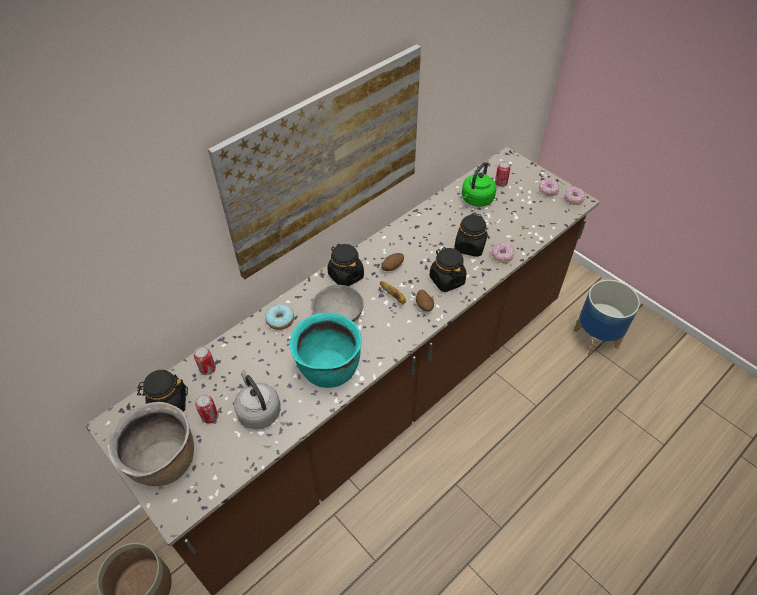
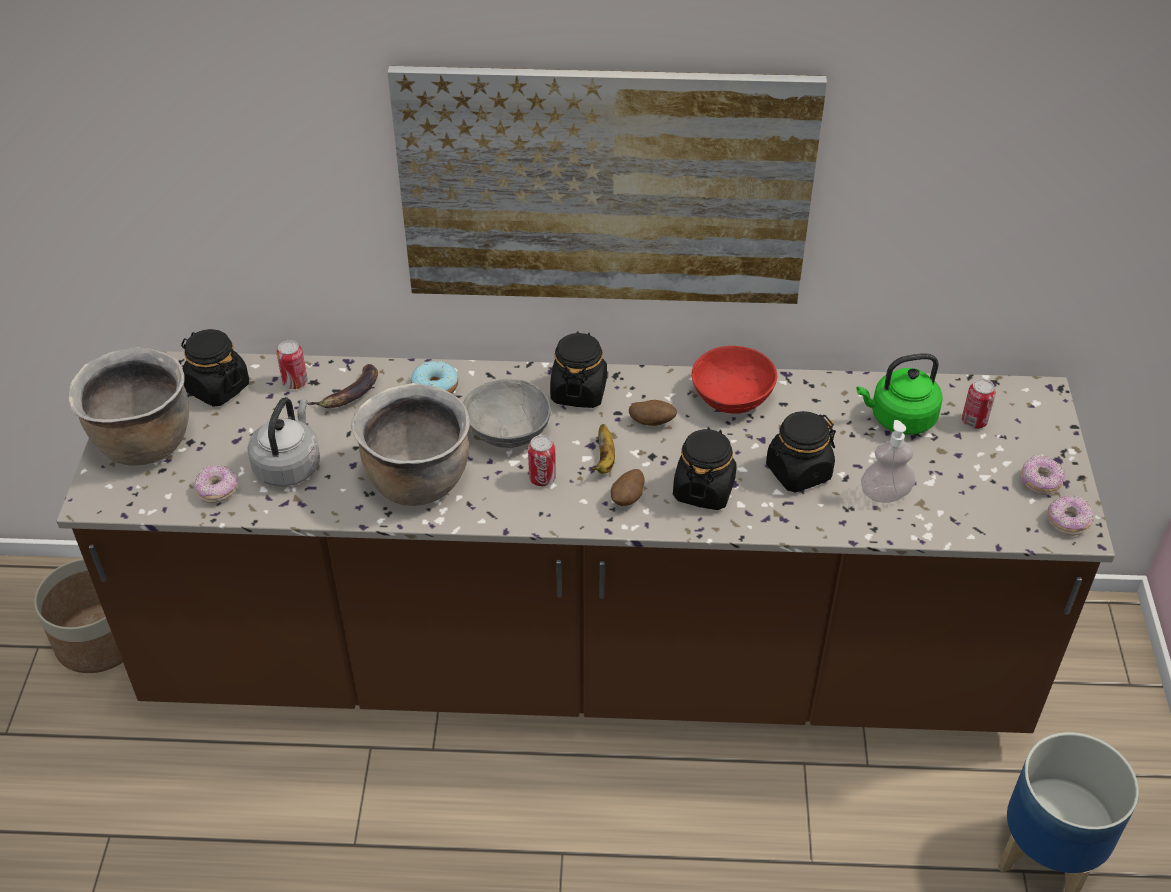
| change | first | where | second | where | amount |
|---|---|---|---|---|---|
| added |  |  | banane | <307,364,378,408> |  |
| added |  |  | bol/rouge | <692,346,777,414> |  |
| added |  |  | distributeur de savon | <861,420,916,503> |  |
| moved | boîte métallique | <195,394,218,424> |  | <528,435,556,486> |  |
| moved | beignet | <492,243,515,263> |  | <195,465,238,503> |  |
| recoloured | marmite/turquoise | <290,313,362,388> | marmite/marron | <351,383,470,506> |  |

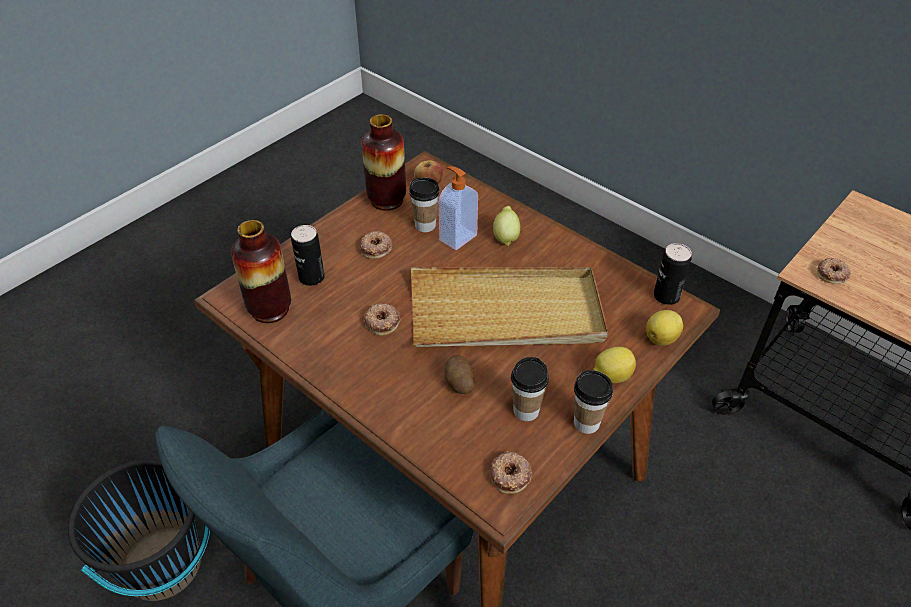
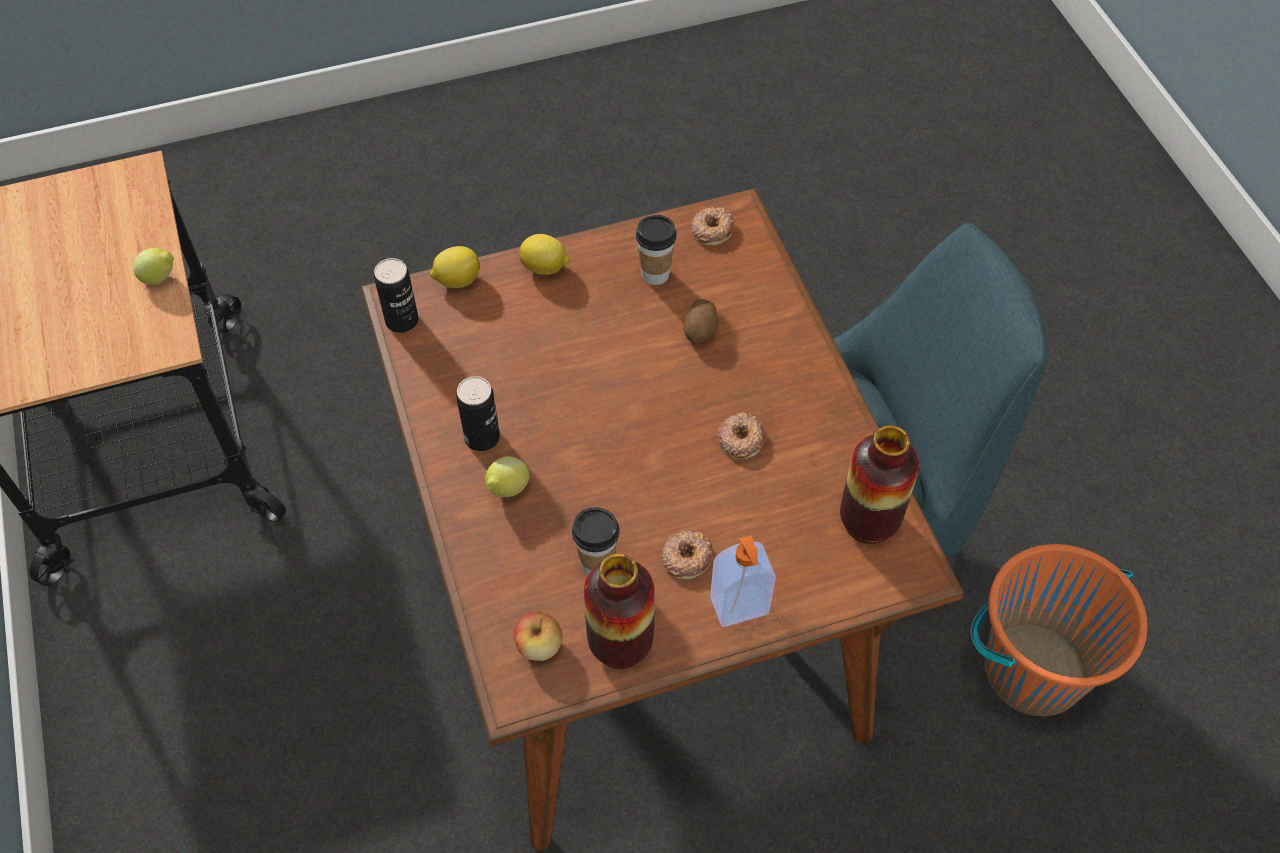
| change | first | where | second | where | amount |
|---|---|---|---|---|---|
| removed | plateau/beige | <411,267,608,347> |  |  |  |
| removed | tasse | <574,370,613,434> |  |  |  |
| removed | beignet | <817,258,851,284> |  |  |  |
| added |  |  | citron | <133,248,174,285> |  |
| moved | boîte métallique | <291,225,325,286> |  | <456,376,500,451> |  |
| moved | distributeur de savon | <439,166,478,250> |  | <710,535,776,627> |  |
| recoloured | seau/noir | <68,460,210,601> | seau/orange | <971,544,1148,716> |  |

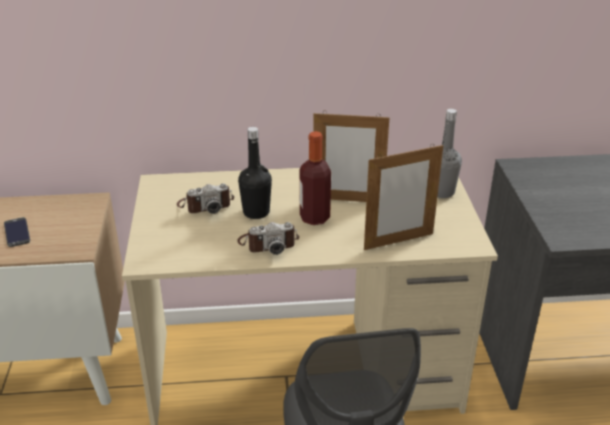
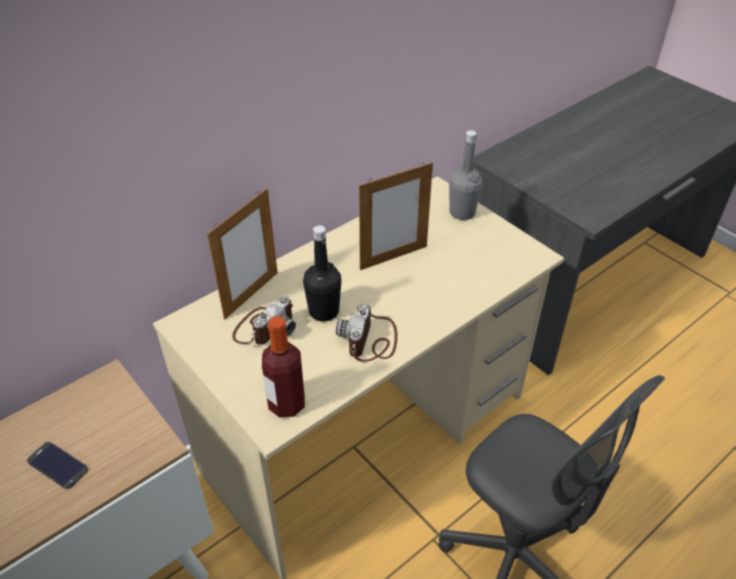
| change | first | where | second | where | amount |
|---|---|---|---|---|---|
| moved | bouteille | <300,131,331,225> |  | <262,316,305,418> |  |
| moved | cadre photo | <364,145,443,250> |  | <207,188,278,319> |  |
| turned | appareil photo | <237,222,299,255> |  | <336,303,398,362> | 150 degrees clockwise |

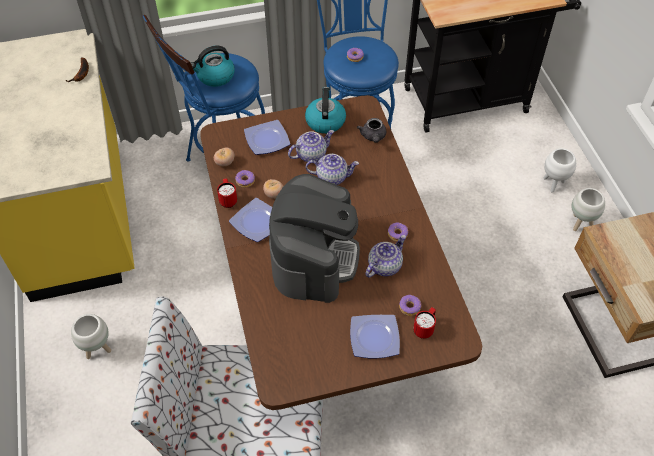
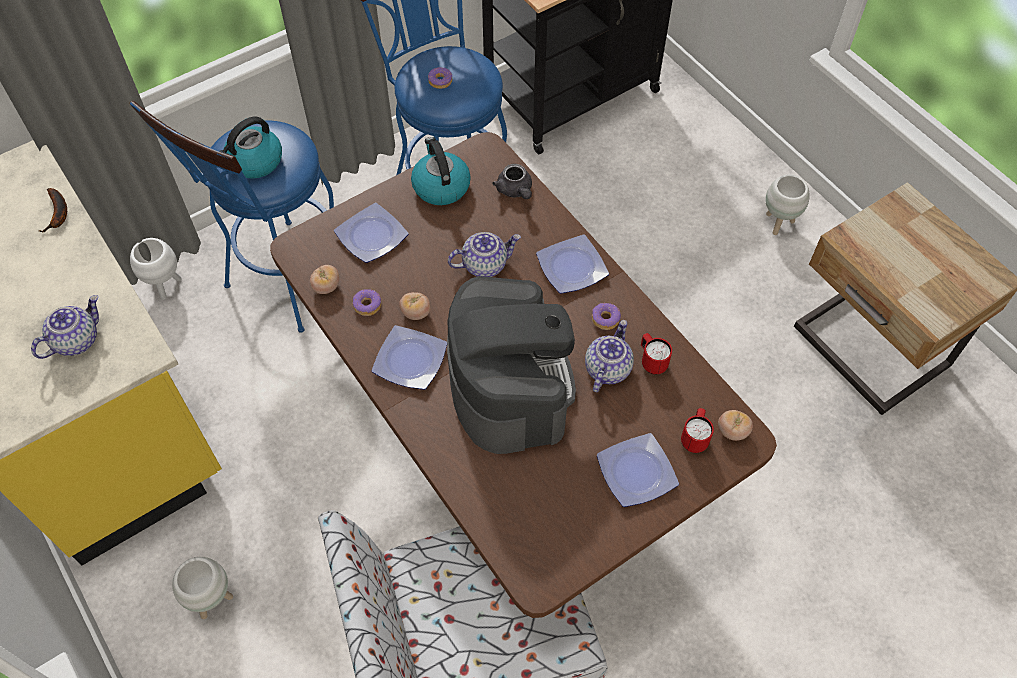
| change | first | where | second | where | amount |
|---|---|---|---|---|---|
| removed | beignet | <399,295,421,316> |  |  |  |
| added |  |  | assiette | <536,234,609,294> |  |
| added |  |  | tomate | <718,410,753,441> |  |
| moved | mug/rouge | <217,178,237,208> |  | <641,333,672,375> |  |
| moved | théière | <288,130,334,162> |  | <31,295,99,359> |  |
| moved | cache-pot/blanc | <544,148,576,193> |  | <130,238,181,300> |  |

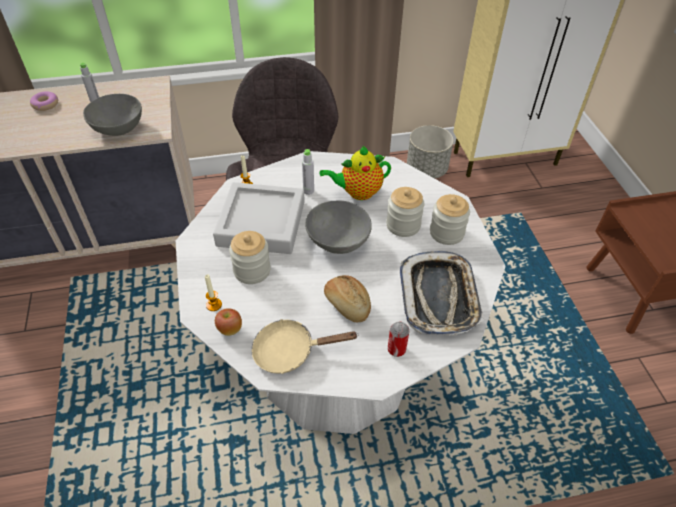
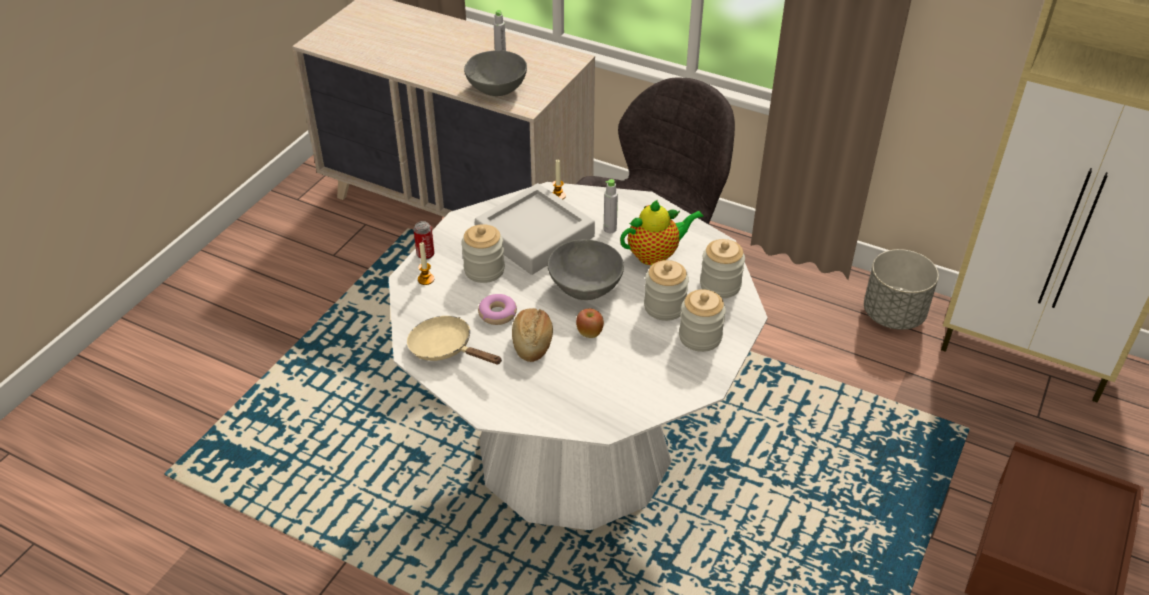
| change | first | where | second | where | amount |
|---|---|---|---|---|---|
| removed | plateau | <400,251,484,336> |  |  |  |
| added |  |  | bocal | <700,239,745,298> |  |
| moved | beignet | <30,91,58,111> |  | <478,294,517,325> |  |
| moved | pomme | <215,308,242,336> |  | <576,308,604,338> |  |
| moved | boîte métallique | <388,322,409,357> |  | <413,221,435,260> |  |
| turned | théière | <320,146,391,200> |  | <620,200,704,265> | 135 degrees clockwise |

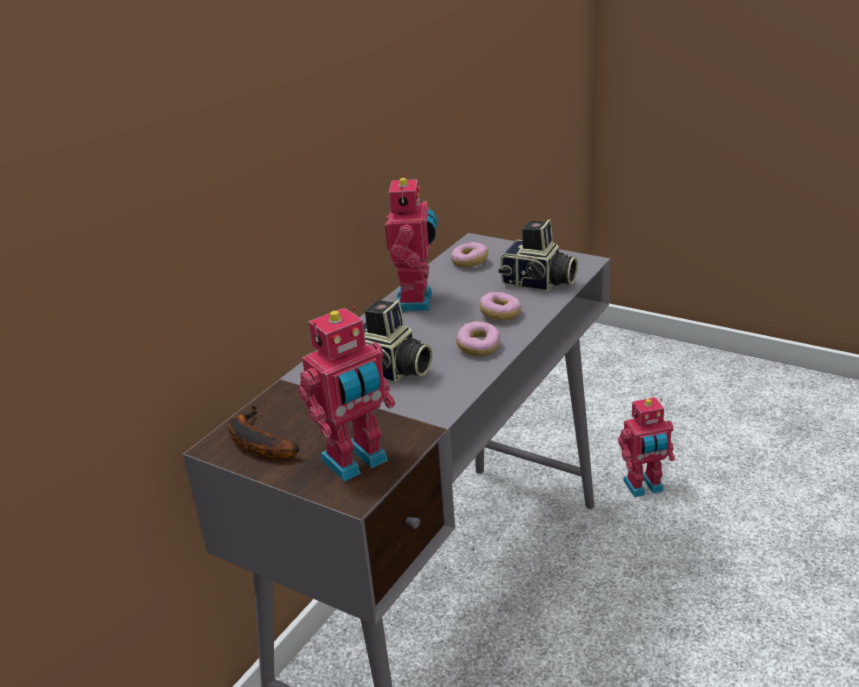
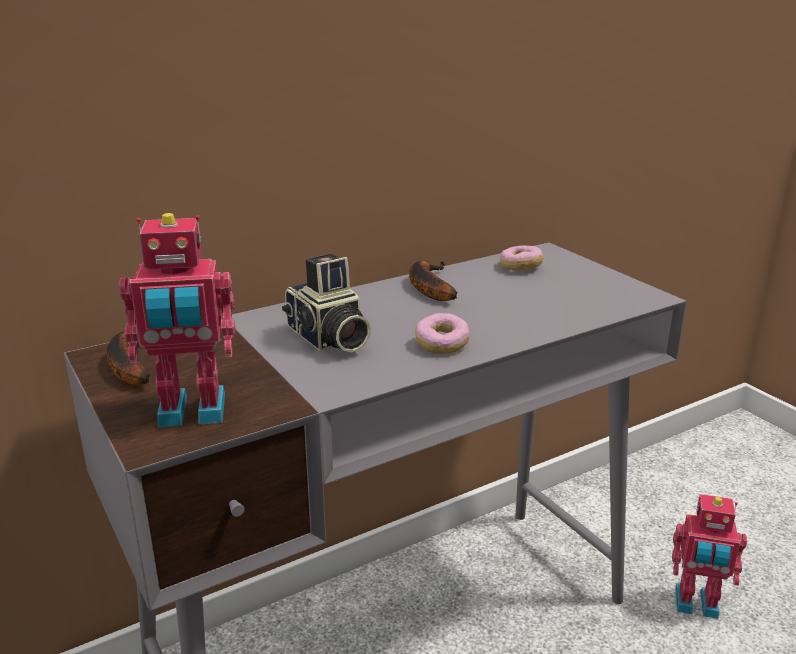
| change | first | where | second | where | amount |
|---|---|---|---|---|---|
| removed | beignet | <479,292,521,321> |  |  |  |
| removed | appareil photo | <498,219,578,291> |  |  |  |
| replaced | robot jouet | <385,174,437,312> | banane | <409,261,458,301> |  |

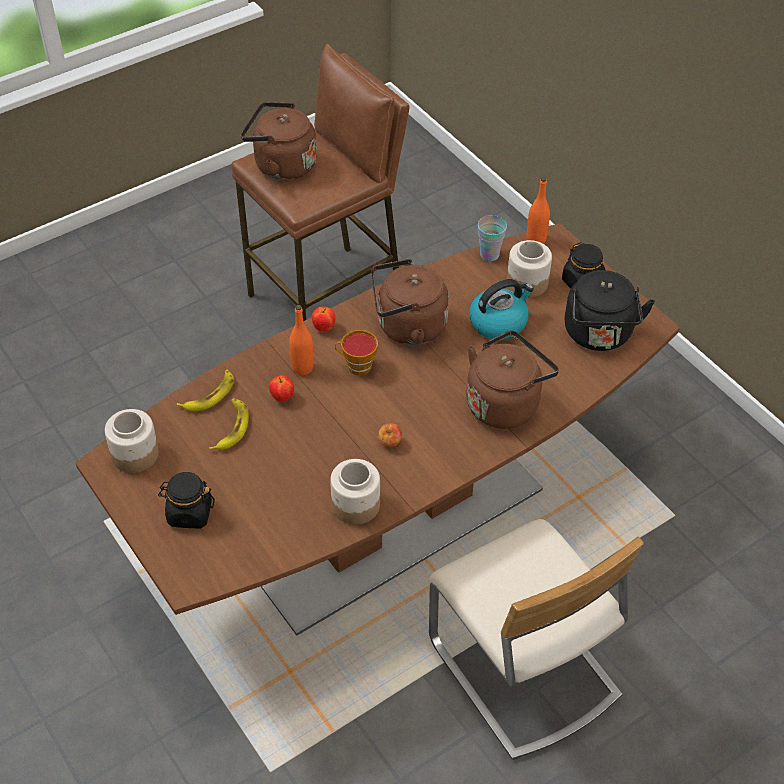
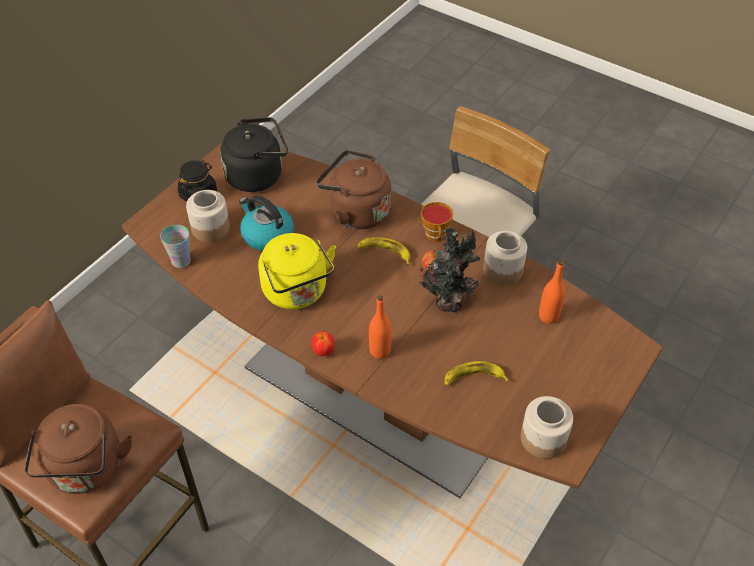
| change | first | where | second | where | amount |
|---|---|---|---|---|---|
| removed | bocal/noir | <158,472,215,528> |  |  |  |
| removed | pomme | <269,375,294,402> |  |  |  |
| added |  |  | plante en pot | <418,226,480,313> |  |
| moved | banane | <176,370,234,411> |  | <357,237,410,265> |  |
| moved | tasse | <335,330,378,376> |  | <421,202,453,242> |  |
| moved | bouteille/orange | <526,177,550,244> |  | <539,260,565,324> |  |
| recoloured | bouilloire/marron | <371,259,449,345> | bouilloire/jaune | <258,233,336,309> |  |

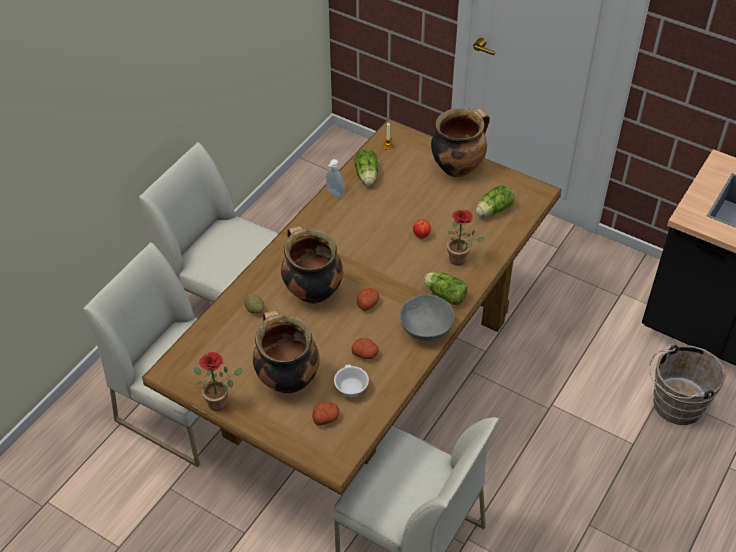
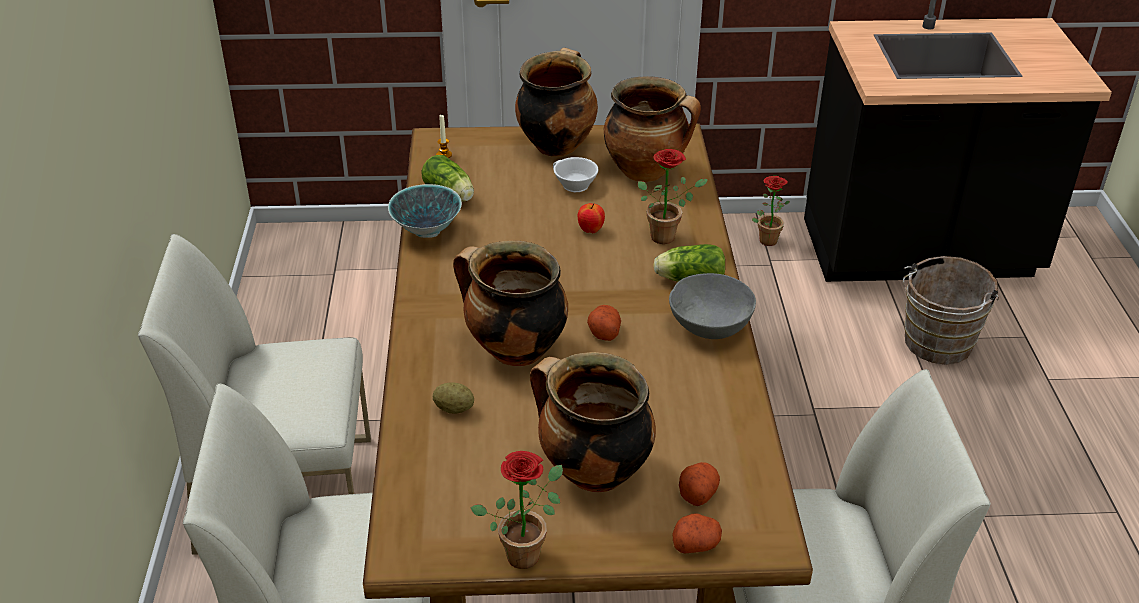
| change | first | where | second | where | amount |
|---|---|---|---|---|---|
| added |  |  | plante en pot | <752,176,790,246> |  |
| moved | tasse/blanc | <334,365,369,397> |  | <553,157,598,192> |  |
| moved | pomme de terre | <351,338,379,359> |  | <673,514,722,554> |  |
| replaced | distributeur de savon | <326,159,345,198> | bol | <388,184,462,238> |  |
| replaced | laitue | <476,185,515,217> | marmite | <604,76,701,182> |  |

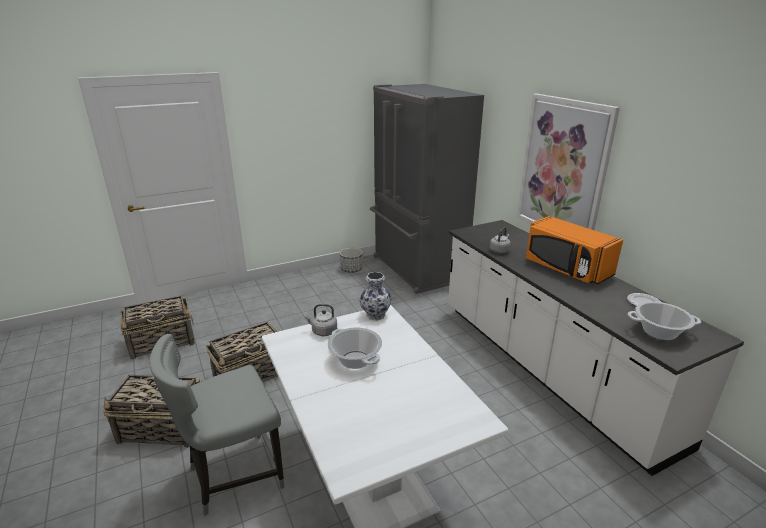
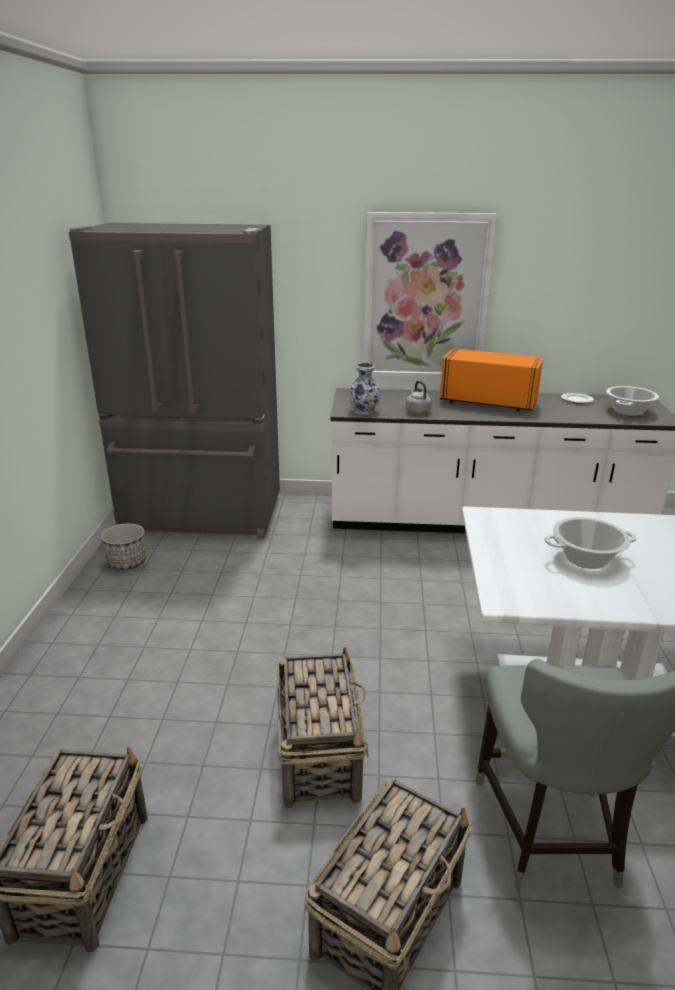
| change | first | where | second | where | amount |
|---|---|---|---|---|---|
| removed | bouilloire/gris | <304,304,337,336> |  |  |  |
| moved | vase | <360,272,391,321> |  | <349,363,381,415> |  |
| turned | micro-ondes/orange | <526,216,623,284> |  | <440,349,543,411> | 150 degrees counterclockwise |

